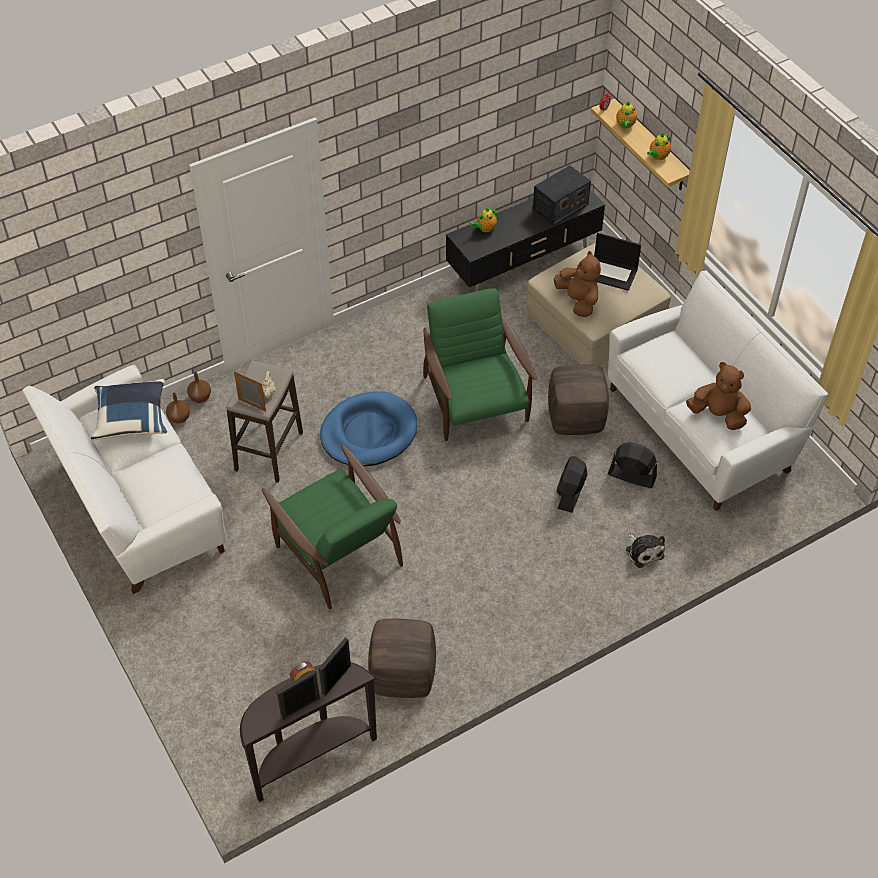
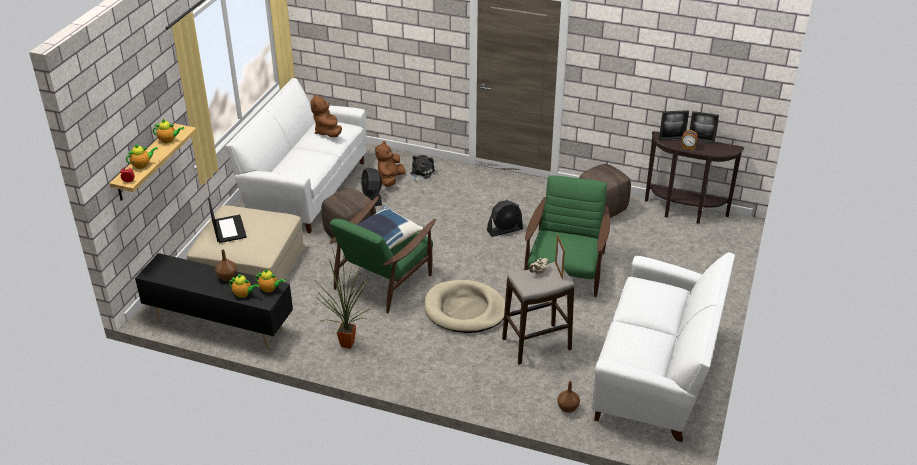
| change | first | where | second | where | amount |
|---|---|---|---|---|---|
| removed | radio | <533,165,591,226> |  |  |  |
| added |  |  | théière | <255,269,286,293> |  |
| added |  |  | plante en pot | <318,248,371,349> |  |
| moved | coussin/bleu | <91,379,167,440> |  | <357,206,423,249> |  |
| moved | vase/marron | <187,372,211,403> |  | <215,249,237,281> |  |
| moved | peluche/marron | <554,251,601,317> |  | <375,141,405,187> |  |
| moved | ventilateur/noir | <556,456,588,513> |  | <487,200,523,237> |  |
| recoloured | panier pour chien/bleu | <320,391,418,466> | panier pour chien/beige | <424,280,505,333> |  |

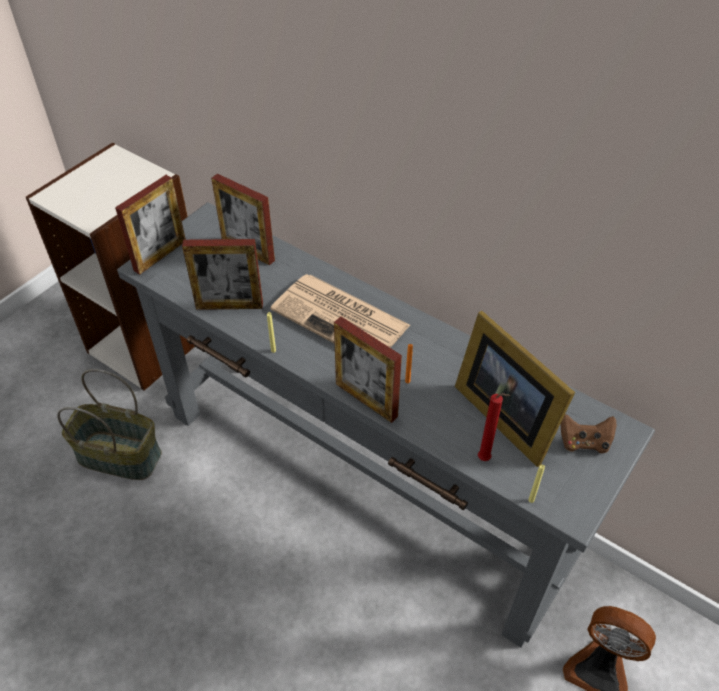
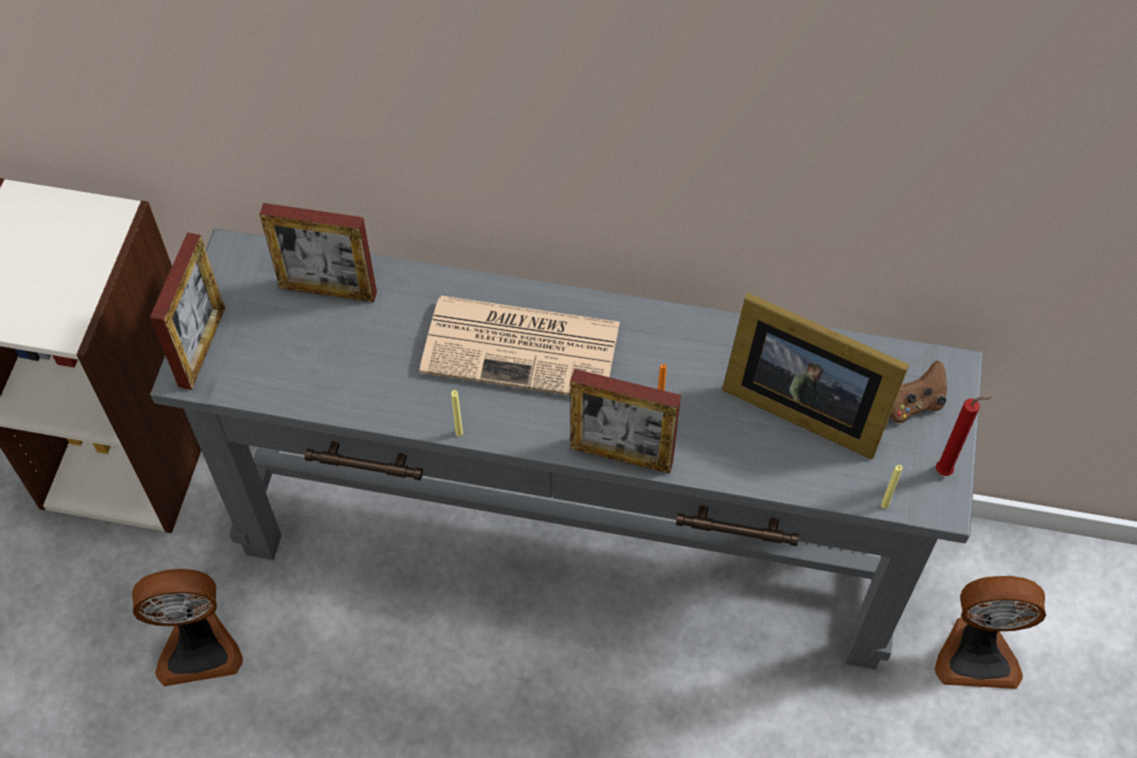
| change | first | where | second | where | amount |
|---|---|---|---|---|---|
| removed | cadre photo | <182,239,263,310> |  |  |  |
| moved | bougie/rouge | <478,393,511,461> |  | <936,396,993,476> |  |
| replaced | panier | <57,369,162,480> | ventilateur | <132,569,243,686> |  |

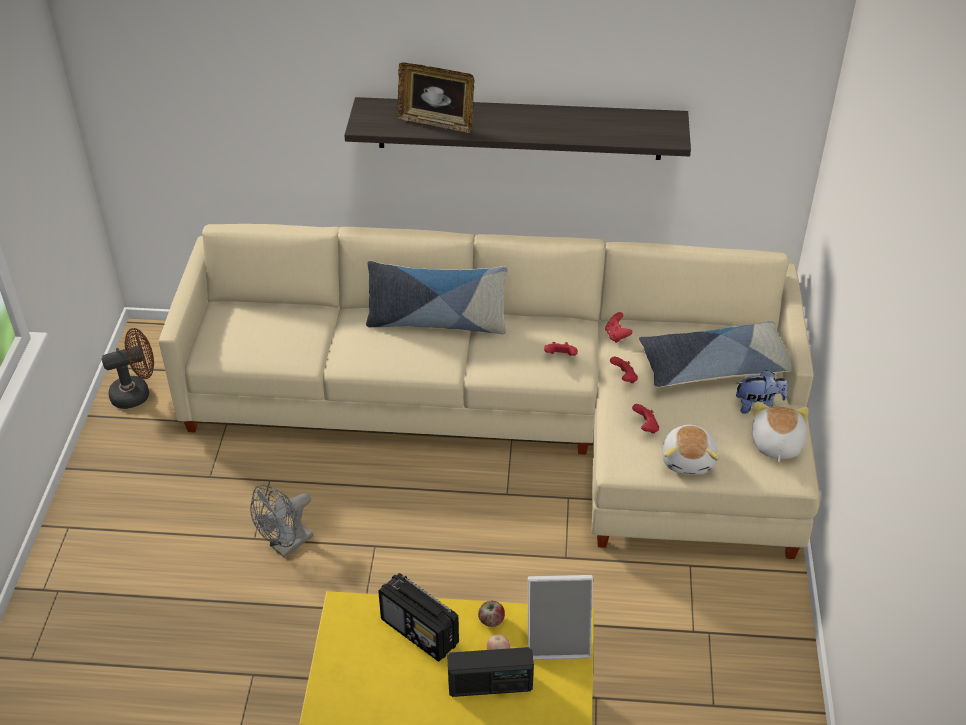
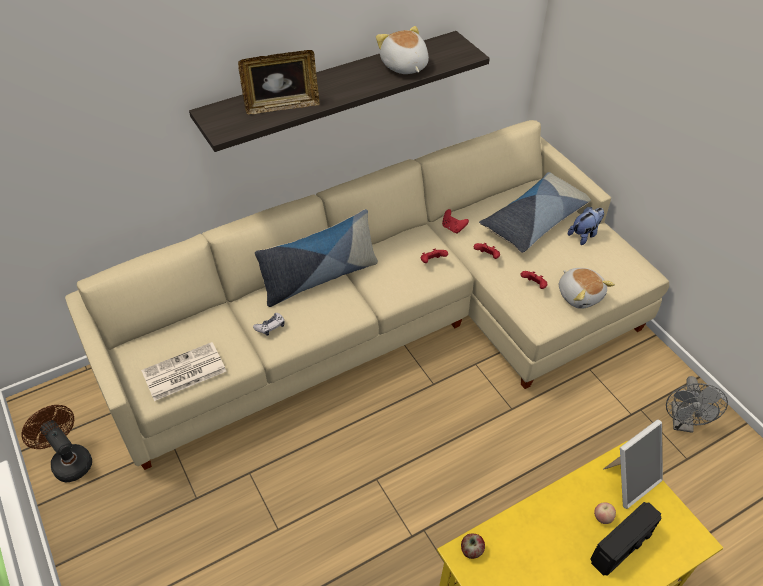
| change | first | where | second | where | amount |
|---|---|---|---|---|---|
| removed | radio | <378,573,459,661> |  |  |  |
| added |  |  | journal | <141,342,226,401> |  |
| added |  |  | manette | <253,313,285,336> |  |
| moved | ventilateur/gris | <250,485,313,558> |  | <666,376,728,433> |  |
| moved | pomme | <478,601,505,627> |  | <461,534,485,559> |  |
| moved | peluche | <752,401,809,462> |  | <376,26,429,74> |  |
| turned | ventilateur/marron | <101,328,154,409> |  | <21,405,92,482> | 75 degrees counterclockwise |

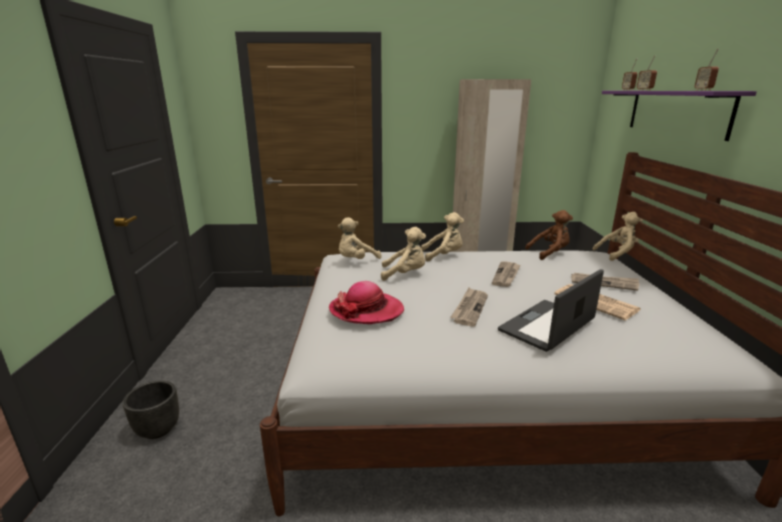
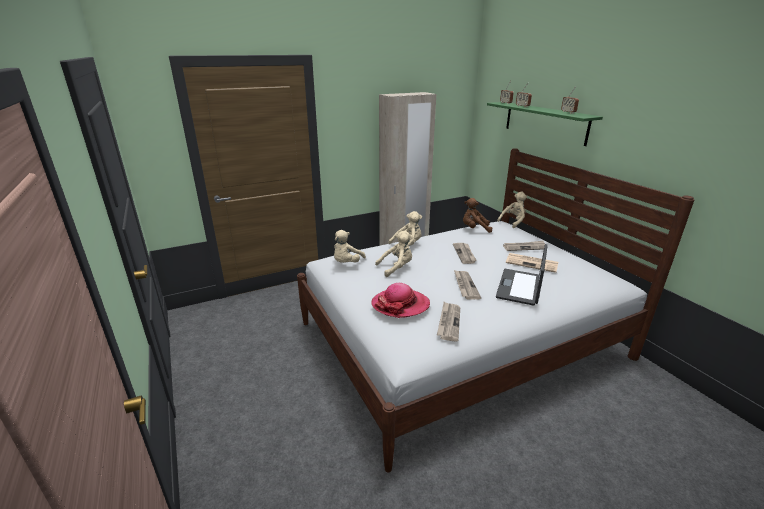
| change | first | where | second | where | amount |
|---|---|---|---|---|---|
| removed | cache-pot/noir | <123,380,179,439> |  |  |  |
| added |  |  | journal | <437,302,460,341> |  |
| recoloured | étagère/violet | <602,91,757,141> | étagère/vert | <487,102,603,146> |  |
| turned | peluche/marron | <525,210,573,260> |  | <463,198,492,233> | 135 degrees counterclockwise |

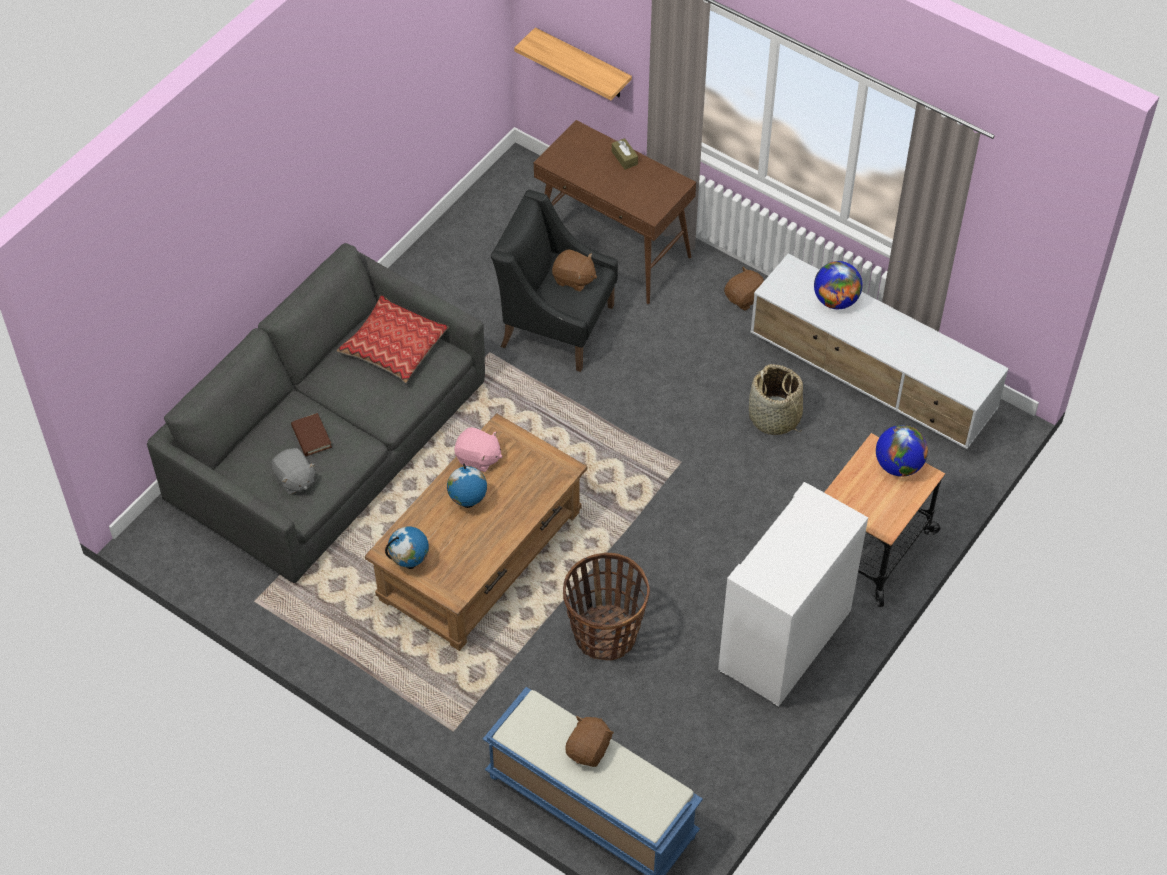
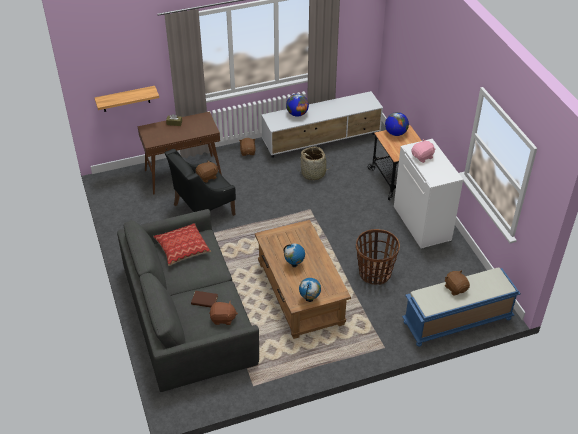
| change | first | where | second | where | amount |
|---|---|---|---|---|---|
| moved | peluche/rose | <454,427,502,472> |  | <412,139,435,163> |  |
| recoloured | peluche/gris | <272,448,316,495> | peluche/marron | <209,301,238,325> |  |

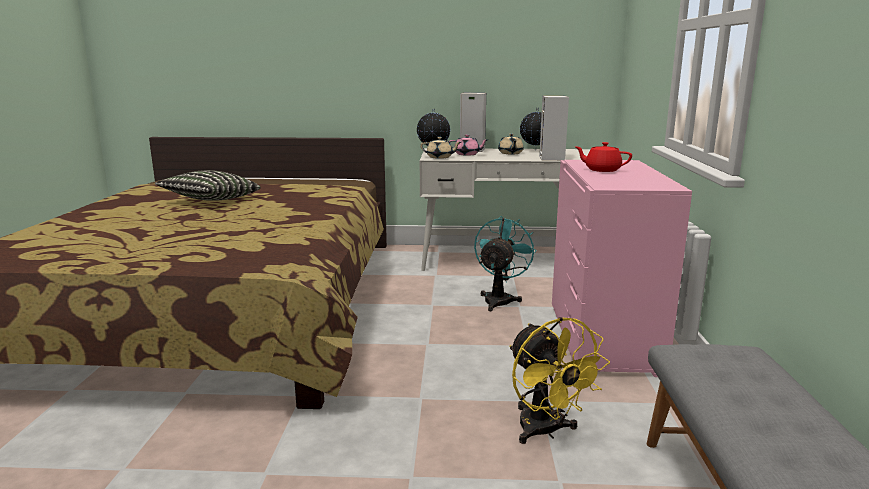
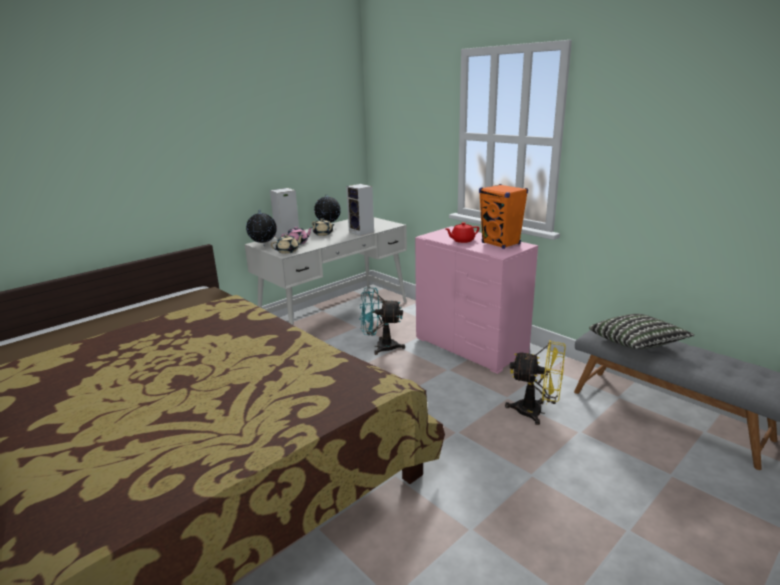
| change | first | where | second | where | amount |
|---|---|---|---|---|---|
| added |  |  | enceinte/orange | <479,184,528,249> |  |
| moved | coussin | <155,170,261,201> |  | <589,314,694,349> |  |
| turned | ventilateur/turquoise | <474,216,537,311> |  | <359,288,405,355> | 60 degrees counterclockwise |

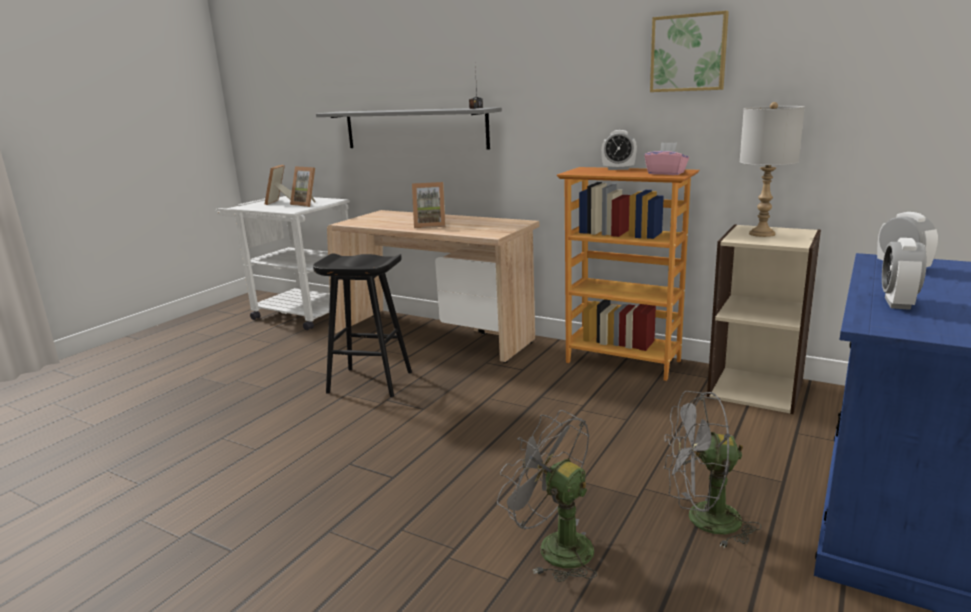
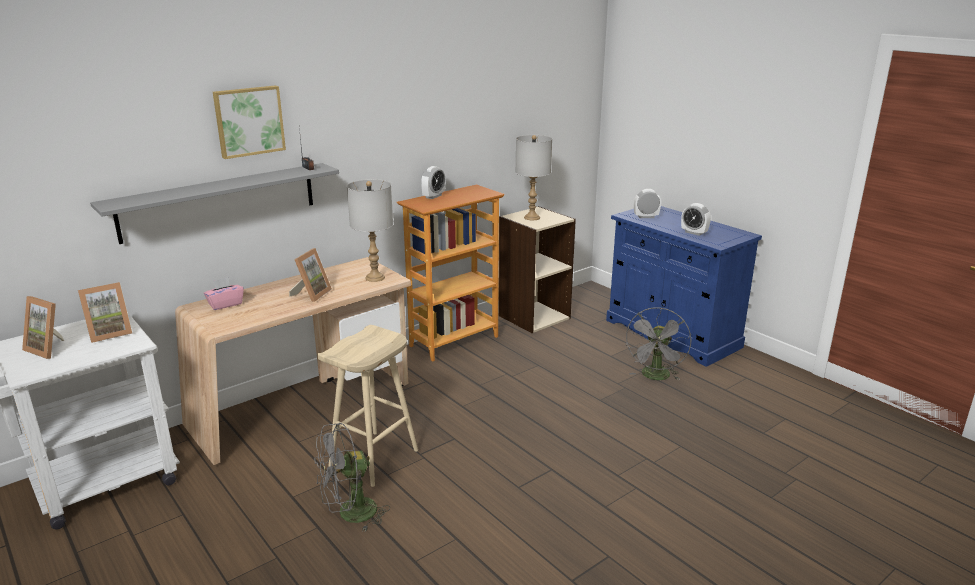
| change | first | where | second | where | amount |
|---|---|---|---|---|---|
| added |  |  | lampe de table/gris | <347,179,393,282> |  |
| moved | ventilateur/gris | <497,410,597,582> |  | <315,423,390,532> |  |
| moved | boîte à mouchoirs/rose | <644,142,689,175> |  | <204,277,244,310> |  |
| moved | tableau | <650,11,729,92> |  | <213,85,286,159> |  |
| recoloured | tabouret/noir | <313,253,412,397> | tabouret/beige | <317,325,418,487> |  |

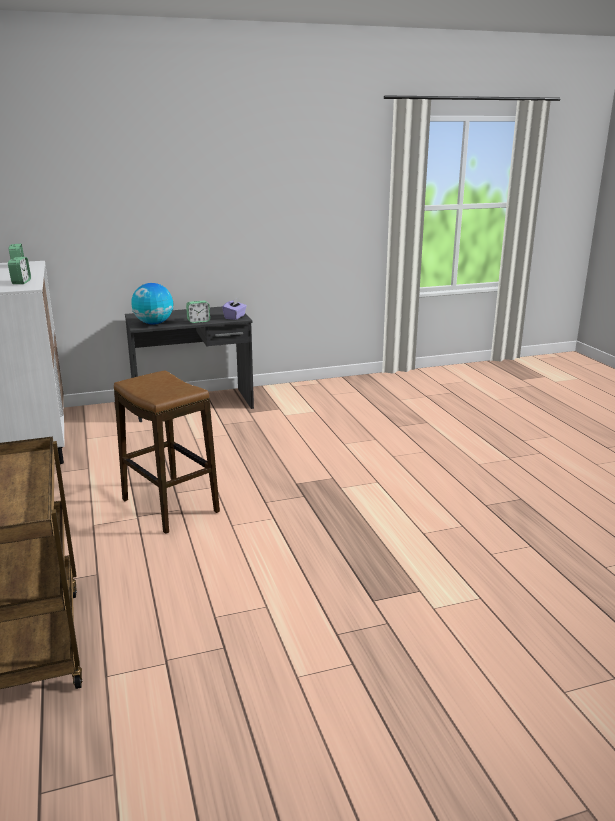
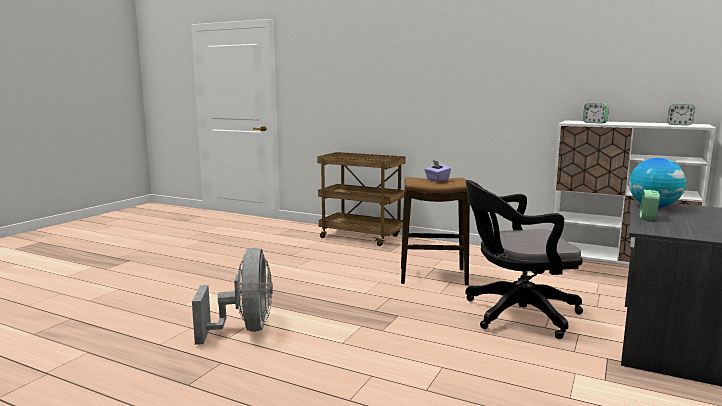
| change | first | where | second | where | amount |
|---|---|---|---|---|---|
| added |  |  | ventilateur/gris | <192,248,273,345> |  |
| added |  |  | chaise de bureau/noir | <465,180,583,339> |  |
| moved | boîte à mouchoirs/violet | <222,298,247,320> |  | <424,160,451,182> |  |

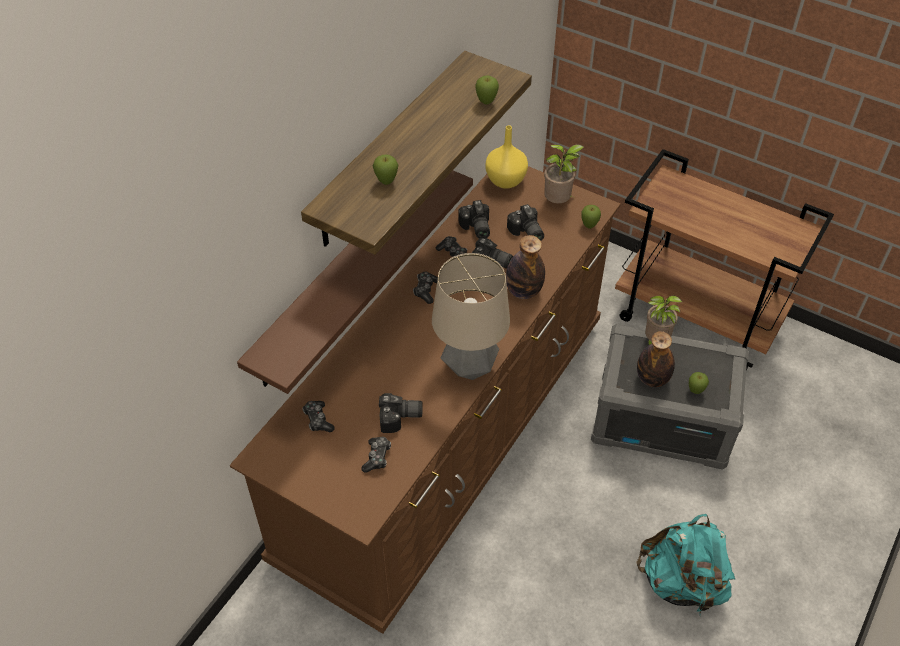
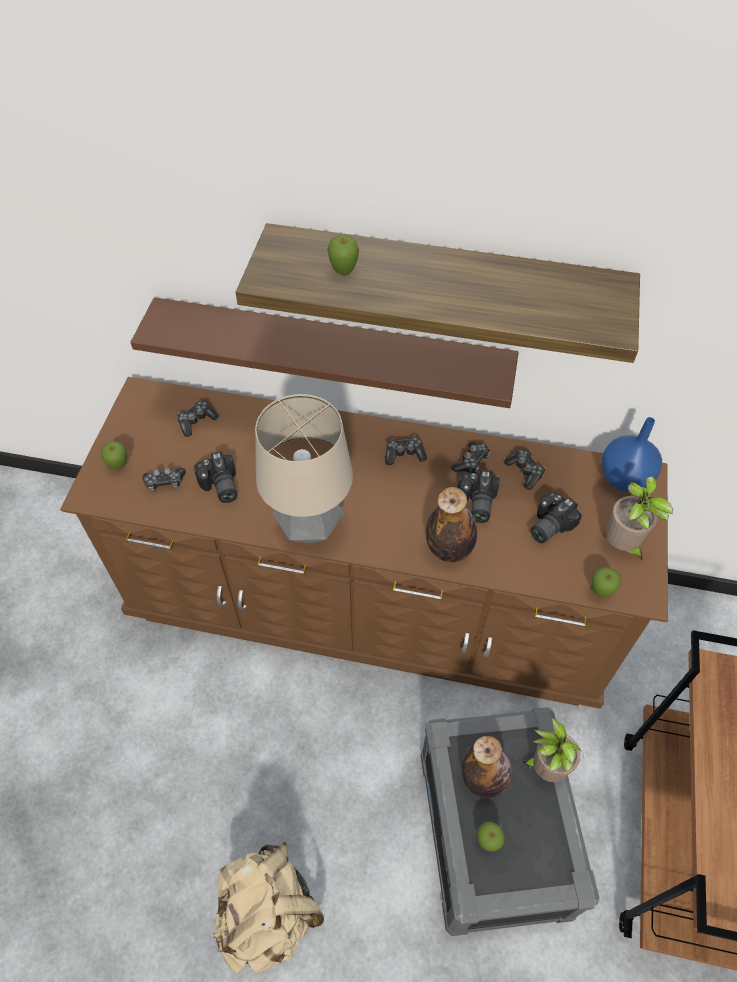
| change | first | where | second | where | amount |
|---|---|---|---|---|---|
| moved | pomme | <475,75,499,105> |  | <101,441,127,470> |  |
| replaced | appareil photo | <458,200,490,238> | manette | <504,449,546,490> |  |
| recoloured | vase/jaune | <485,125,528,189> | vase/bleu | <602,417,662,492> |  |
| recoloured | sac à dos/turquoise | <636,514,735,616> | sac à dos/beige | <213,841,324,973> |  |

